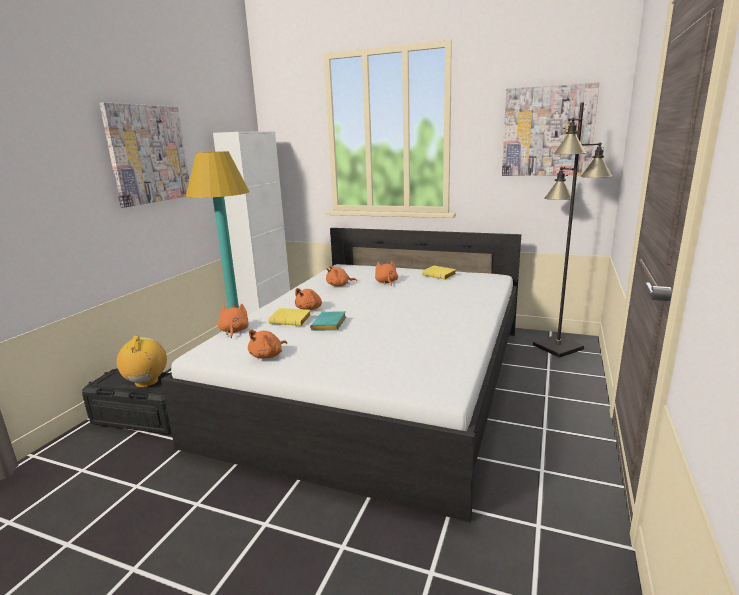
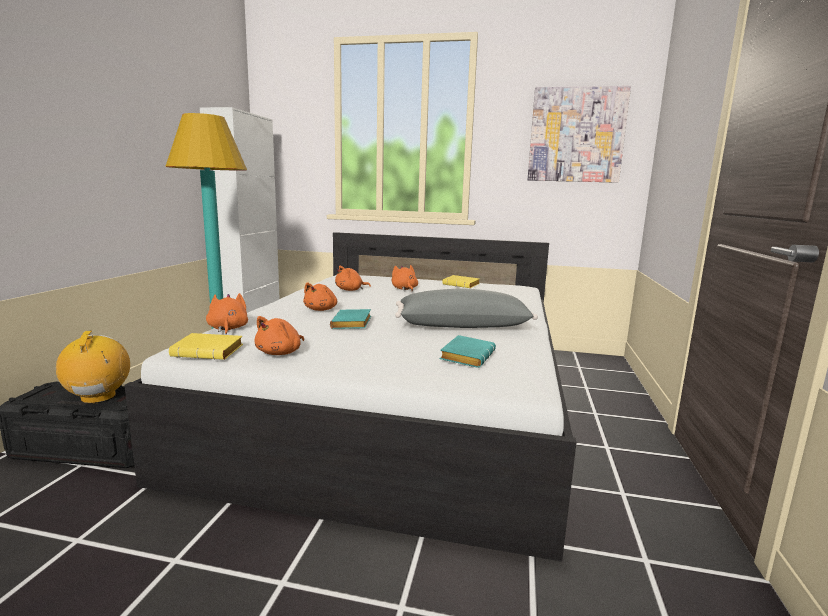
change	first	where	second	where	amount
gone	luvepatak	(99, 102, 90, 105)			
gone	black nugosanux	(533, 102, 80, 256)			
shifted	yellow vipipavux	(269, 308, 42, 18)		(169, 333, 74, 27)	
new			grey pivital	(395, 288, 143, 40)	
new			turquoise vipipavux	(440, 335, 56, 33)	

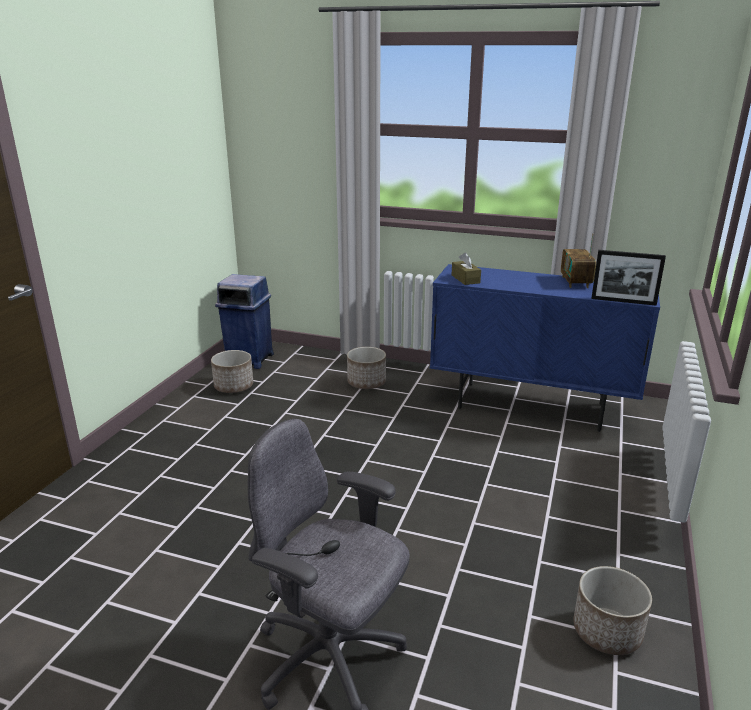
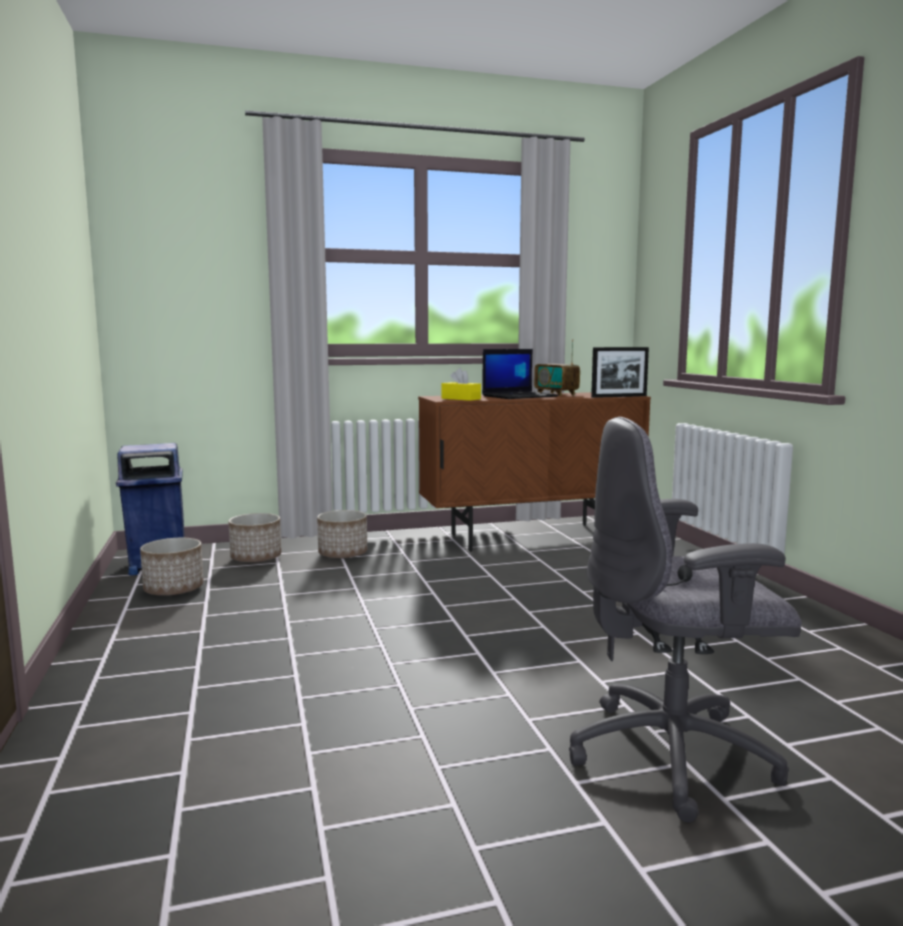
change	first	where	second	where	amount
repainted	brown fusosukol	(451, 252, 30, 33)	yellow fusosukol	(442, 368, 39, 33)	
repainted	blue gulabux	(430, 264, 230, 168)	brown gulabux	(418, 392, 233, 160)	
shifted	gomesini	(573, 566, 79, 89)		(228, 513, 54, 50)	
new			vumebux	(482, 349, 77, 50)	

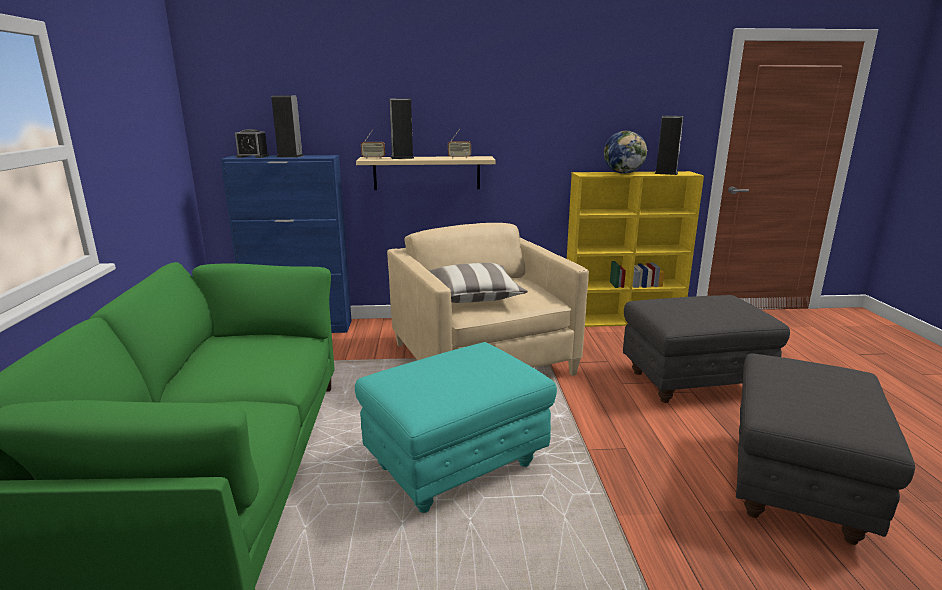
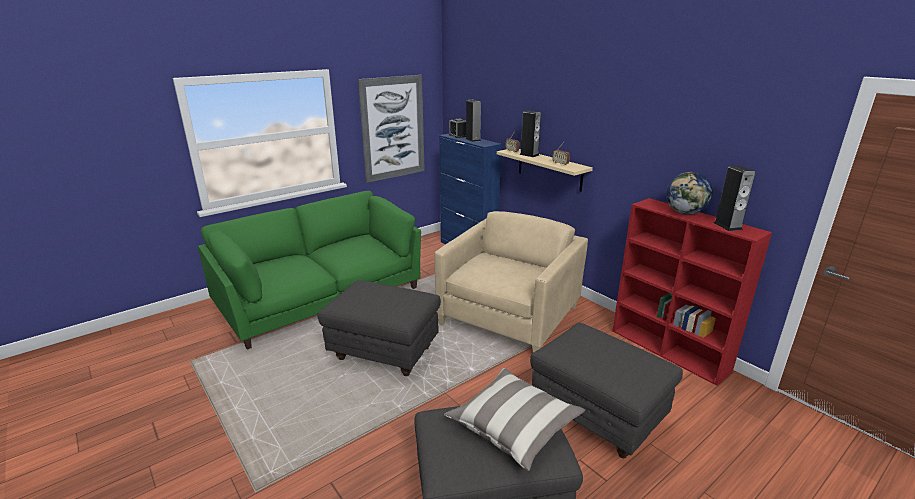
change	first	where	second	where	amount
repainted	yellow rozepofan	(567, 171, 137, 156)	red rozepofan	(612, 198, 160, 188)	
shifted	pivital	(429, 263, 99, 40)		(444, 368, 141, 103)	
repainted	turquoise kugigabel	(355, 342, 202, 171)	grey kugigabel	(318, 280, 123, 96)	
new			luvepatak	(358, 75, 67, 108)	

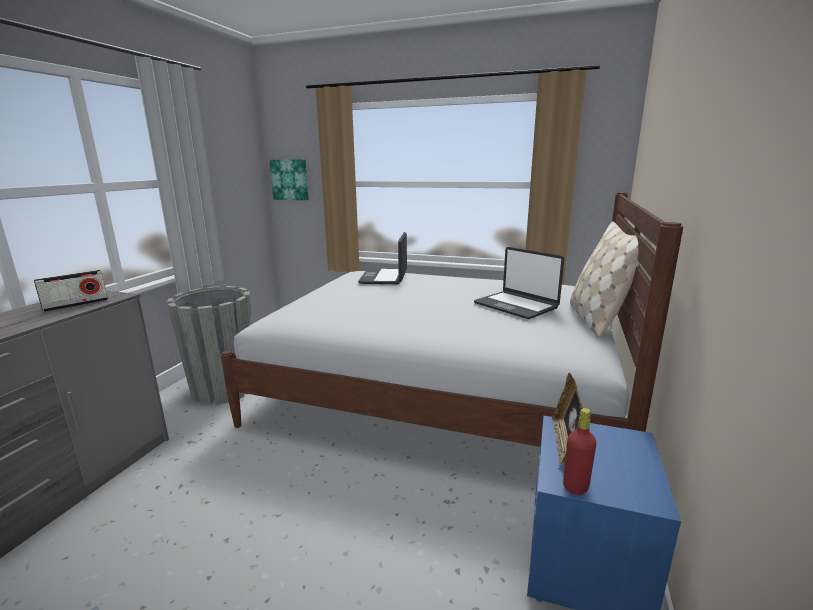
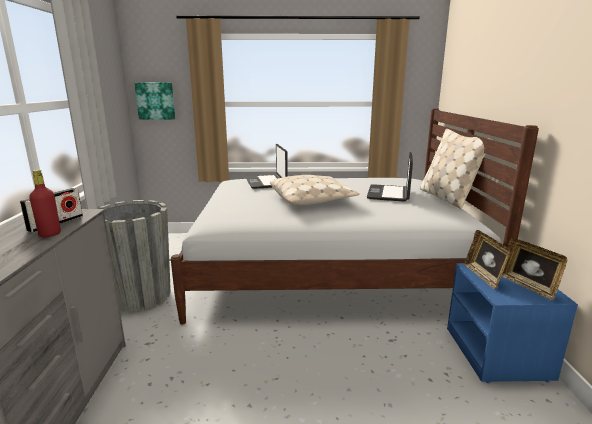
change	first	where	second	where	amount
rotated	vumebux	(474, 247, 90, 72)		(367, 152, 46, 50)	75 degrees clockwise
shifted	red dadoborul	(563, 408, 33, 87)		(29, 170, 32, 67)	
new			beige pivital	(270, 175, 89, 30)	
new			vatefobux	(502, 238, 65, 62)	

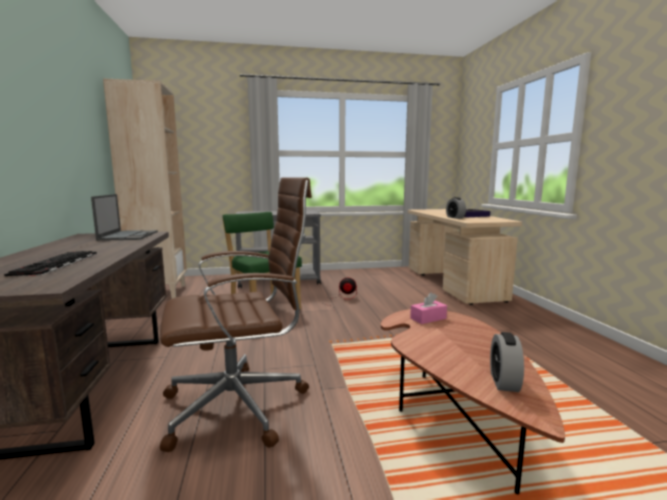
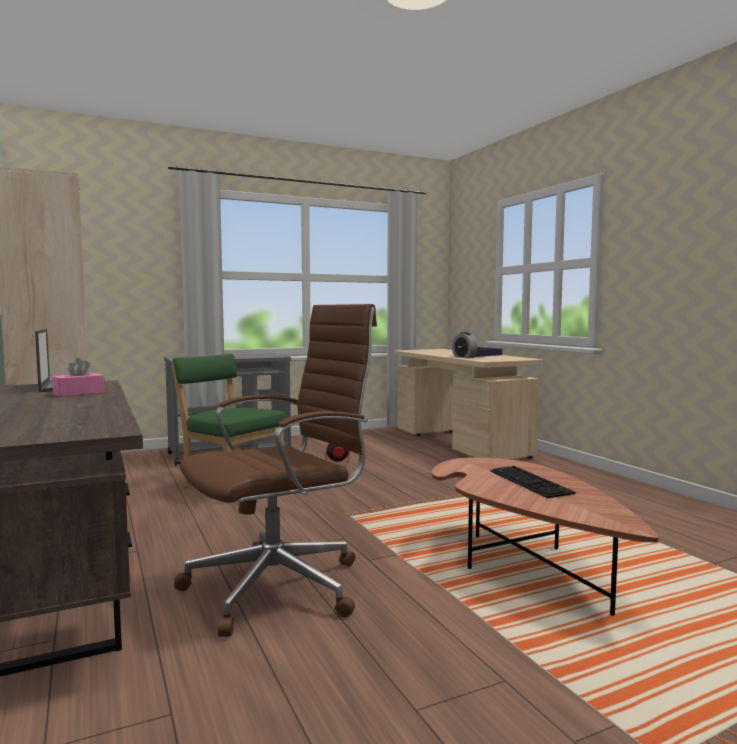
change	first	where	second	where	amount
shifted	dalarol	(4, 251, 93, 25)		(491, 466, 85, 32)	
shifted	pink fusosukol	(410, 292, 37, 32)		(52, 358, 52, 39)	
gone	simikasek	(490, 332, 34, 60)			

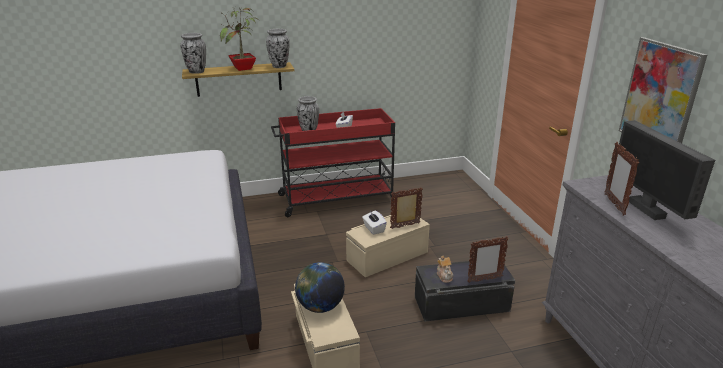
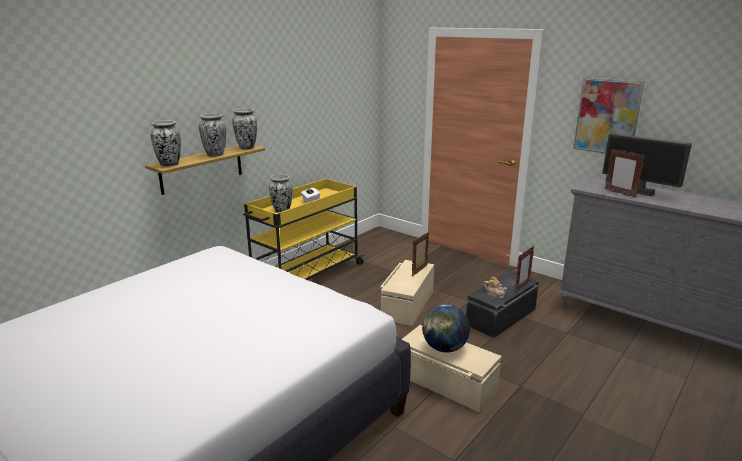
change	first	where	second	where	amount
swapped	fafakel	(220, 5, 39, 66)	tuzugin	(199, 113, 27, 44)	
repainted	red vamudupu	(271, 108, 127, 109)	yellow vamudupu	(243, 179, 122, 101)	
gone	white fusosukol	(362, 211, 25, 24)			

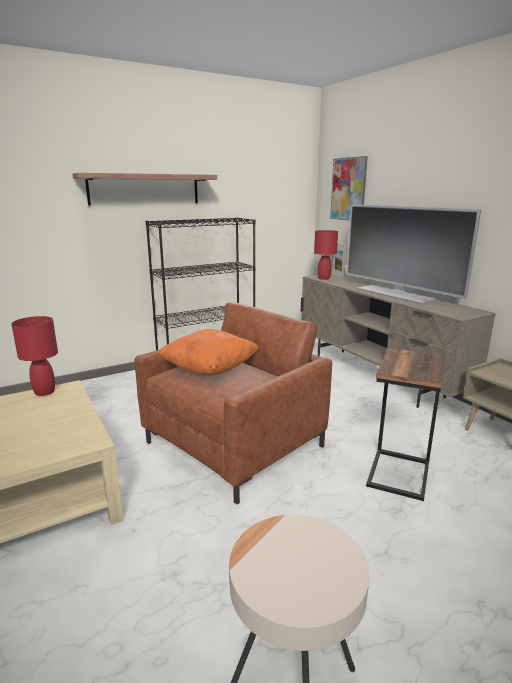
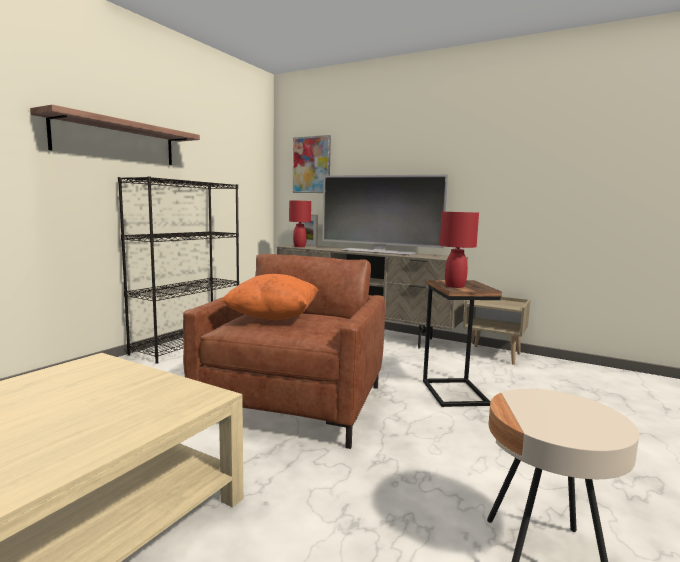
change	first	where	second	where	amount
shifted	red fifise	(11, 316, 47, 80)		(440, 212, 39, 76)	

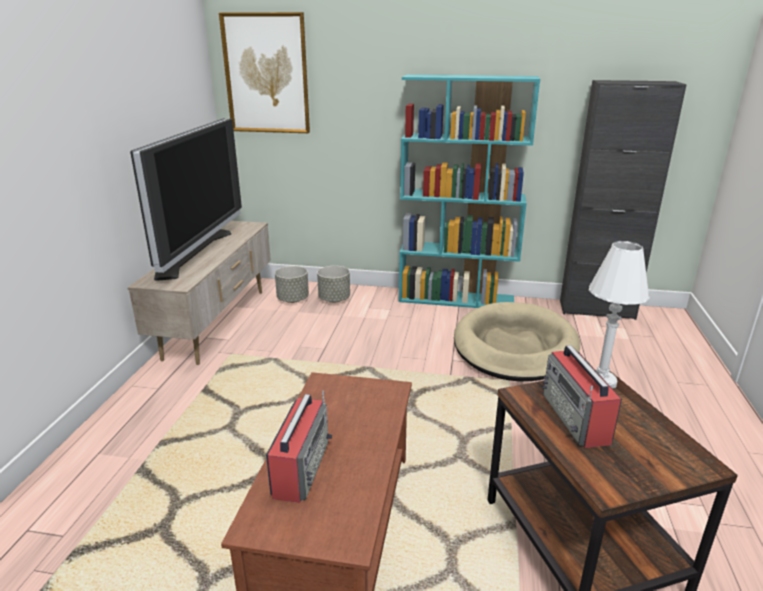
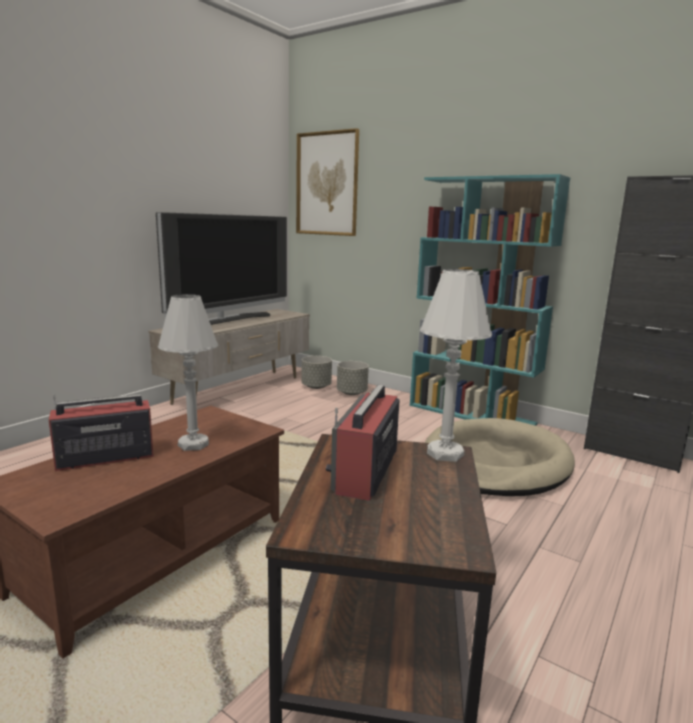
change	first	where	second	where	amount
rotated	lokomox	(266, 391, 66, 112)		(49, 394, 105, 77)	150 degrees counterclockwise
new			white fifise	(158, 294, 60, 157)	

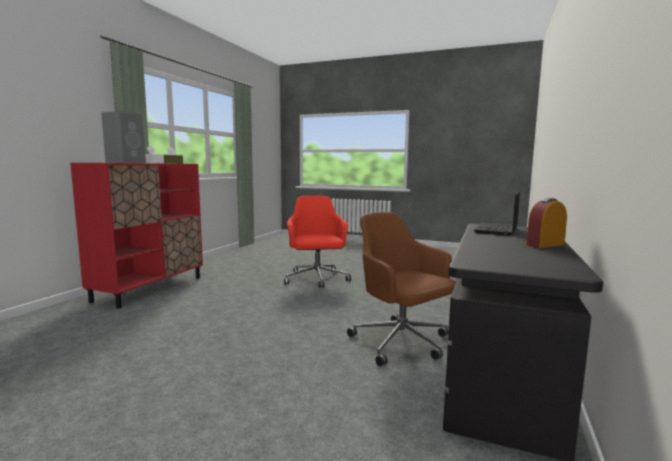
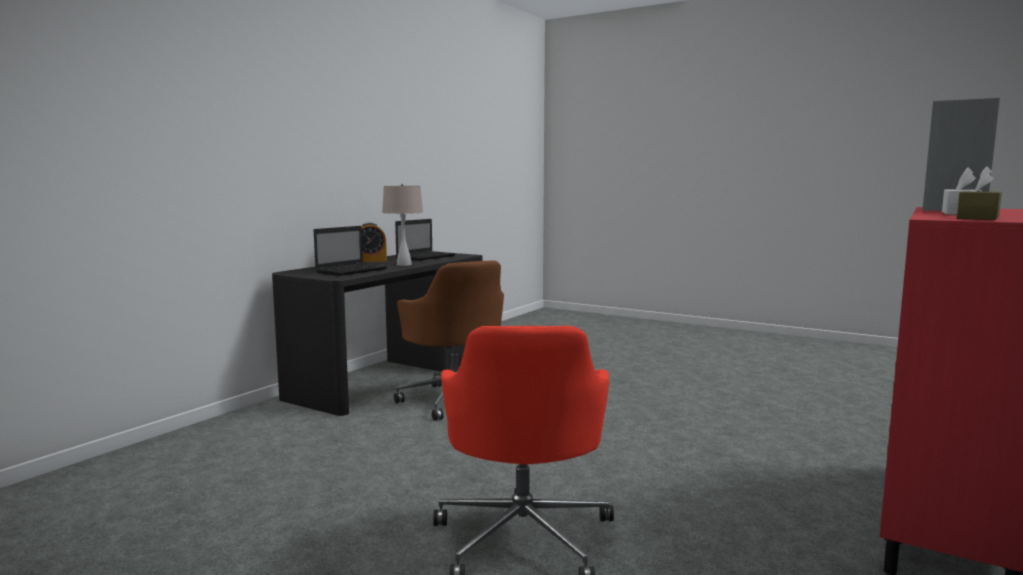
change	first	where	second	where	amount
new			beige fifise	(382, 184, 41, 82)	
new			vumebux	(395, 219, 61, 42)	

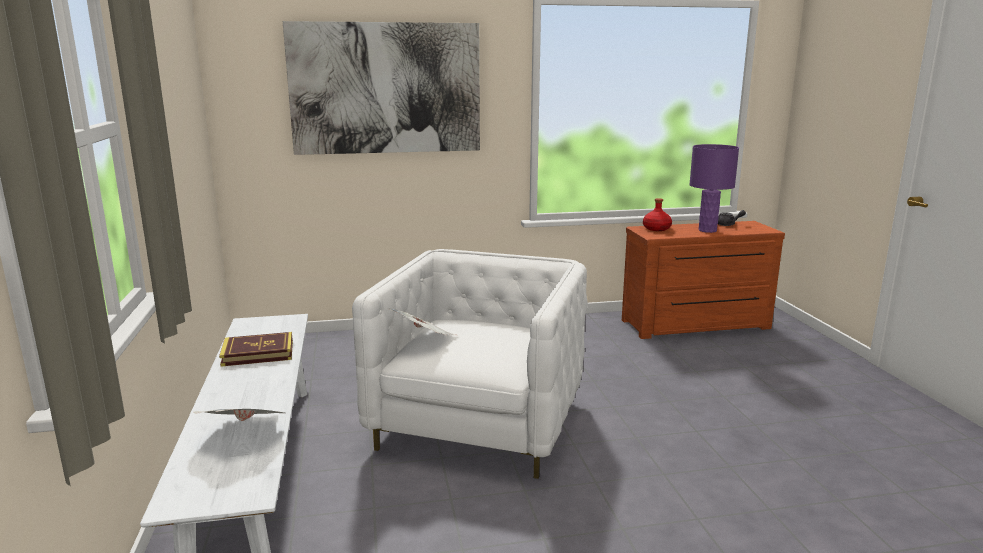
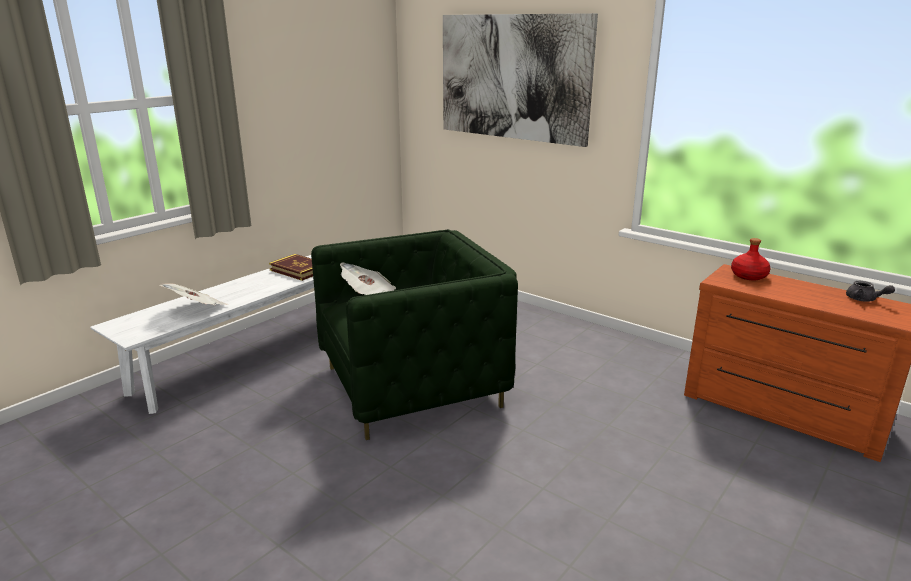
change	first	where	second	where	amount
gone	purple fifise	(689, 144, 50, 89)			
repainted	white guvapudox	(352, 249, 236, 230)	green guvapudox	(311, 230, 207, 210)	

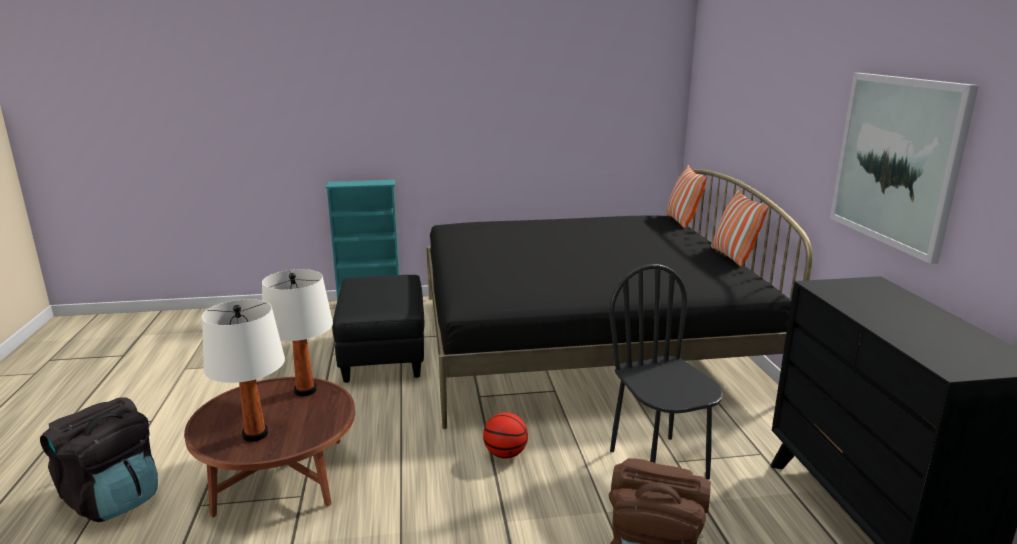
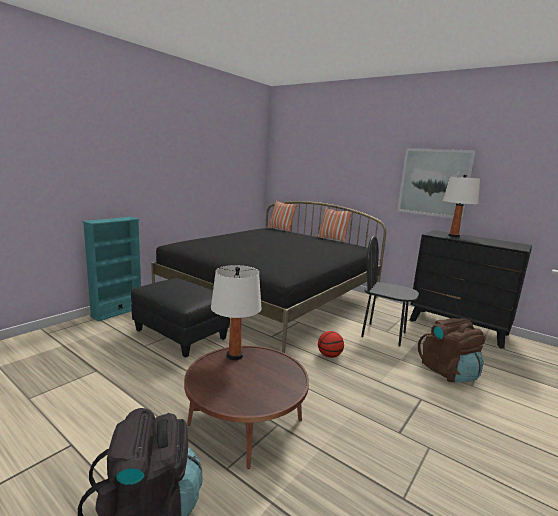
change	first	where	second	where	amount
shifted	white fifise	(202, 299, 83, 143)		(443, 174, 37, 63)	

